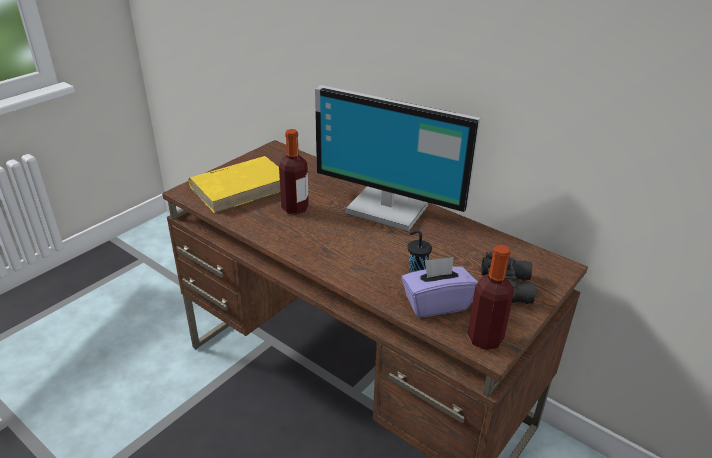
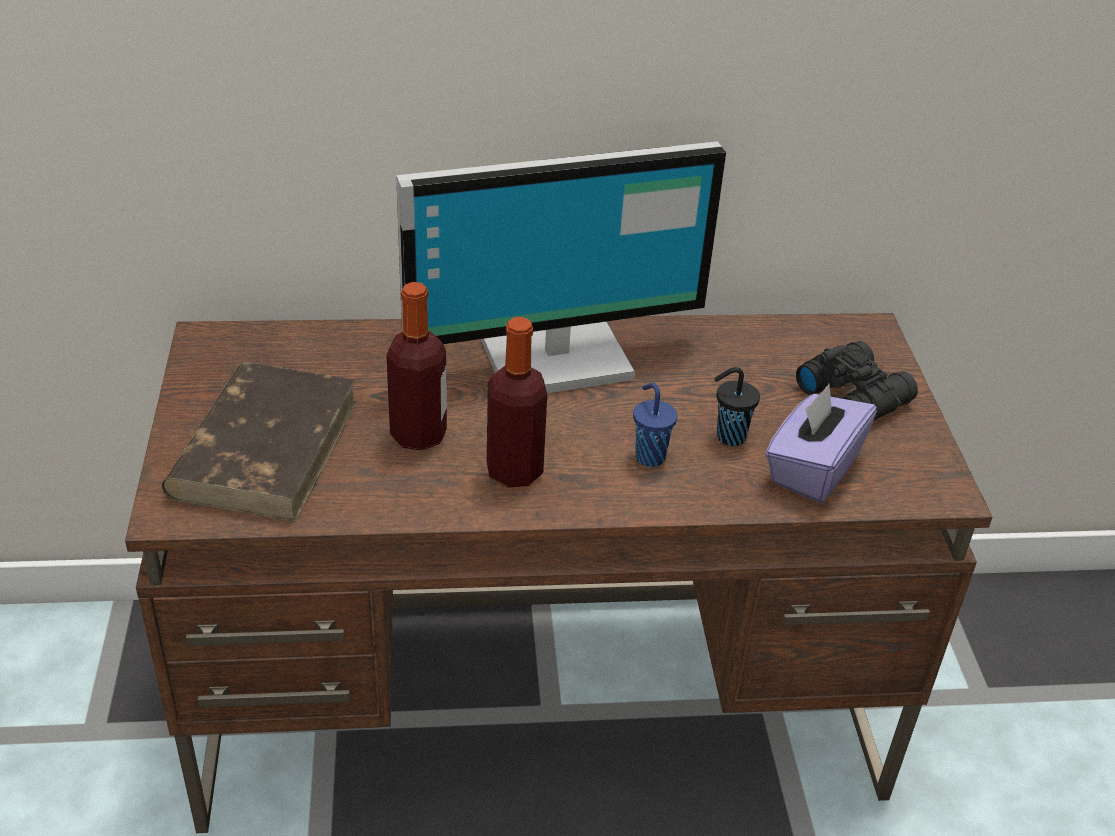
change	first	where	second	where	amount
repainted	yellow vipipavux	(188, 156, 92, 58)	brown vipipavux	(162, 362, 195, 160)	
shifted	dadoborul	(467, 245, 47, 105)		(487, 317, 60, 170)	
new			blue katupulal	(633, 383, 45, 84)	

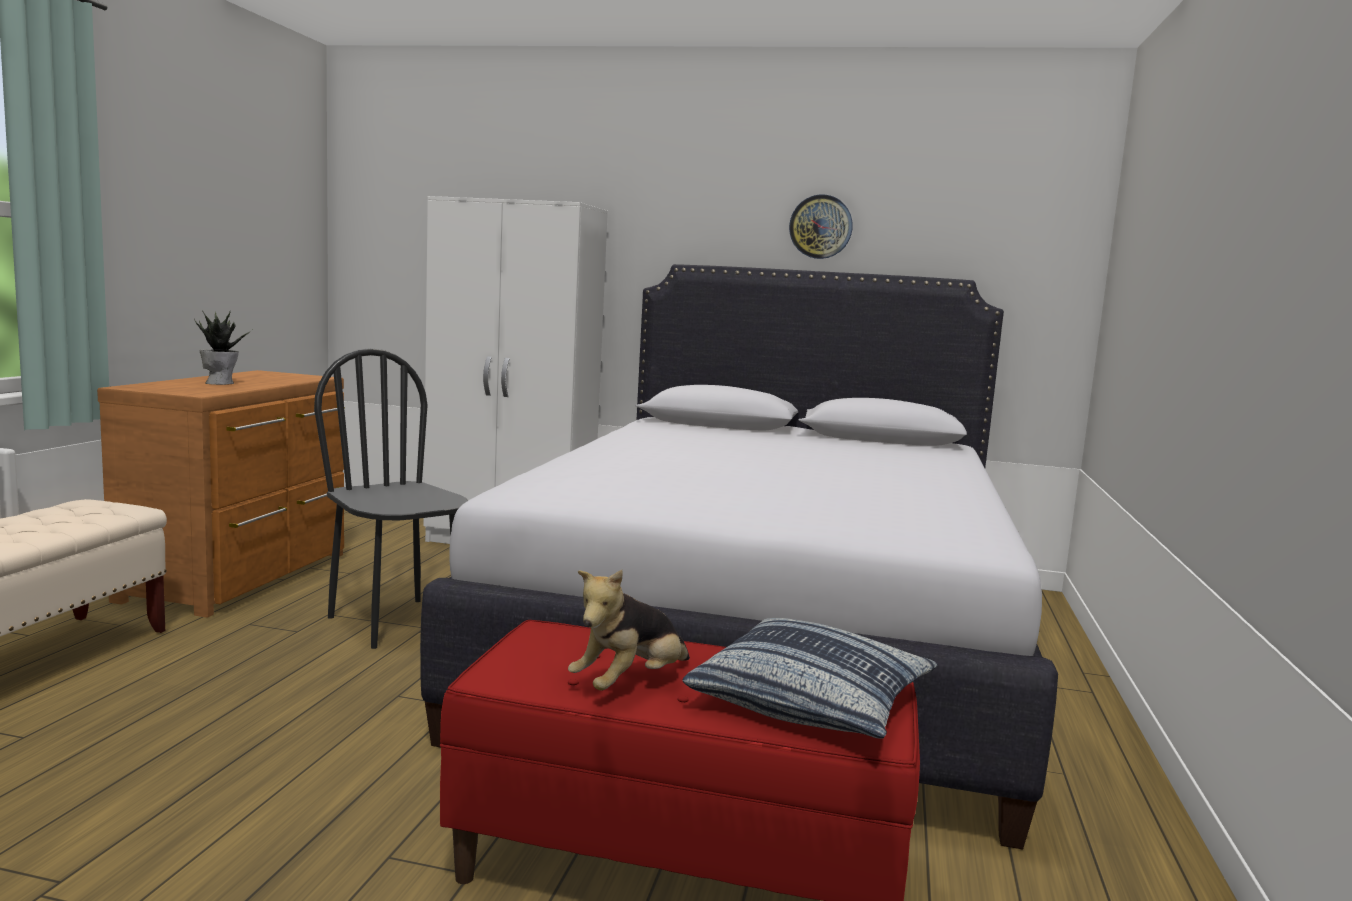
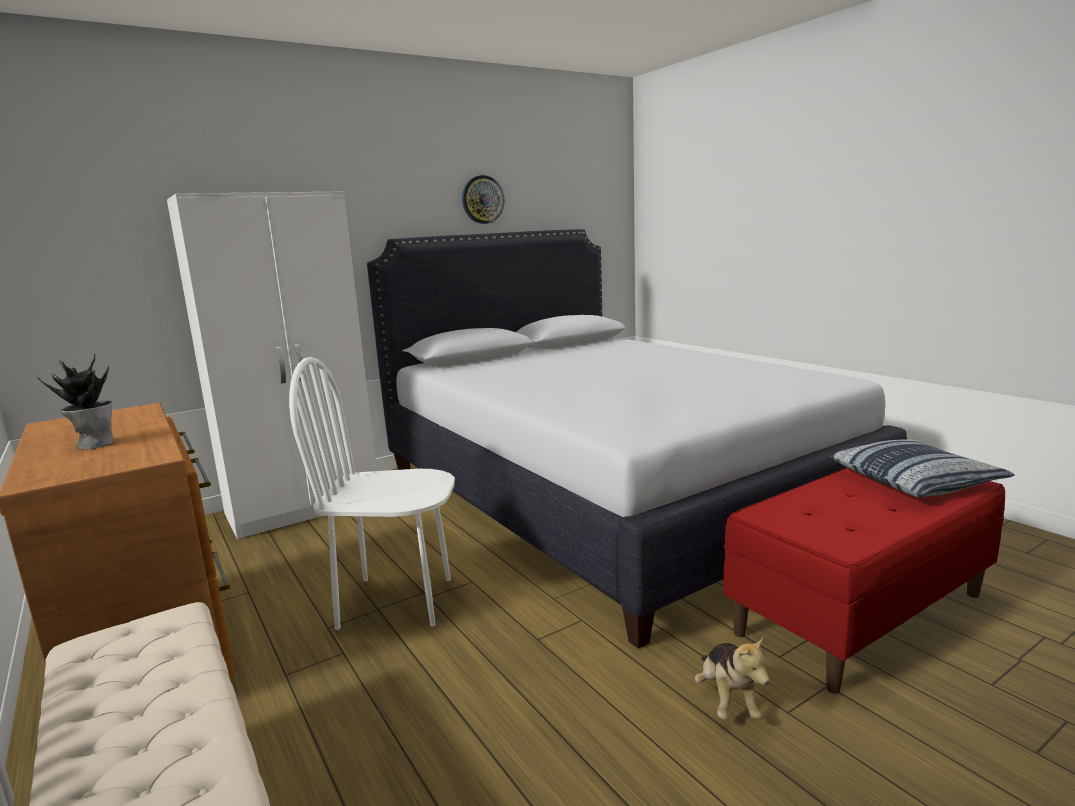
change	first	where	second	where	amount
repainted	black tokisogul	(314, 348, 154, 301)	white tokisogul	(289, 357, 166, 273)	
shifted	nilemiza	(568, 570, 122, 121)		(695, 636, 74, 84)	

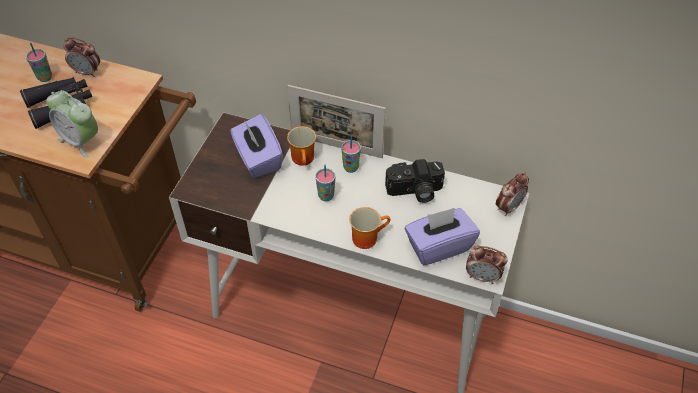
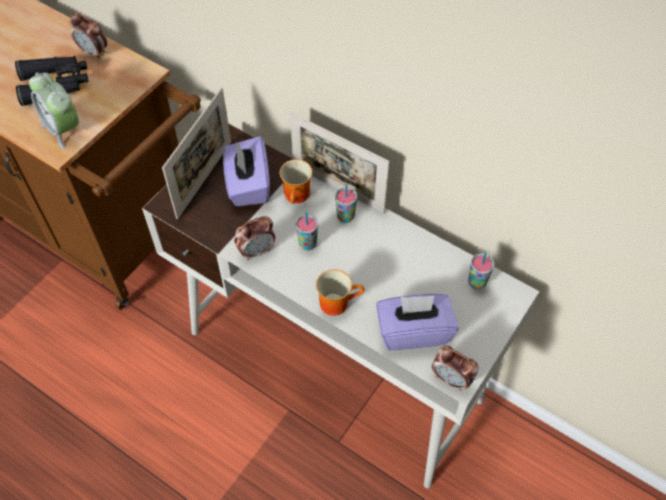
change	first	where	second	where	amount
shifted	katupulal	(26, 43, 26, 39)		(468, 252, 27, 38)	
gone	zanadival	(385, 159, 60, 44)			
shifted	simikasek	(496, 172, 33, 44)		(234, 216, 41, 44)	
new			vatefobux	(162, 88, 69, 131)	

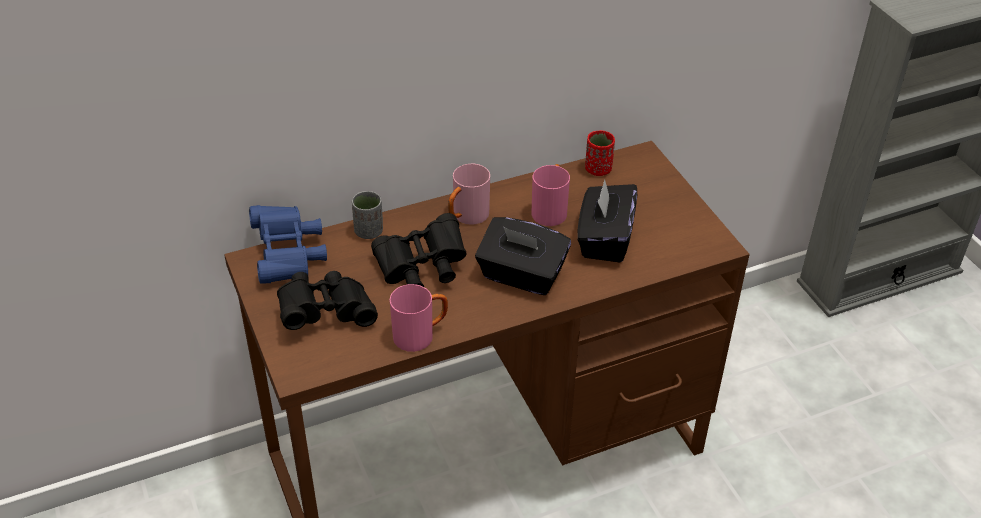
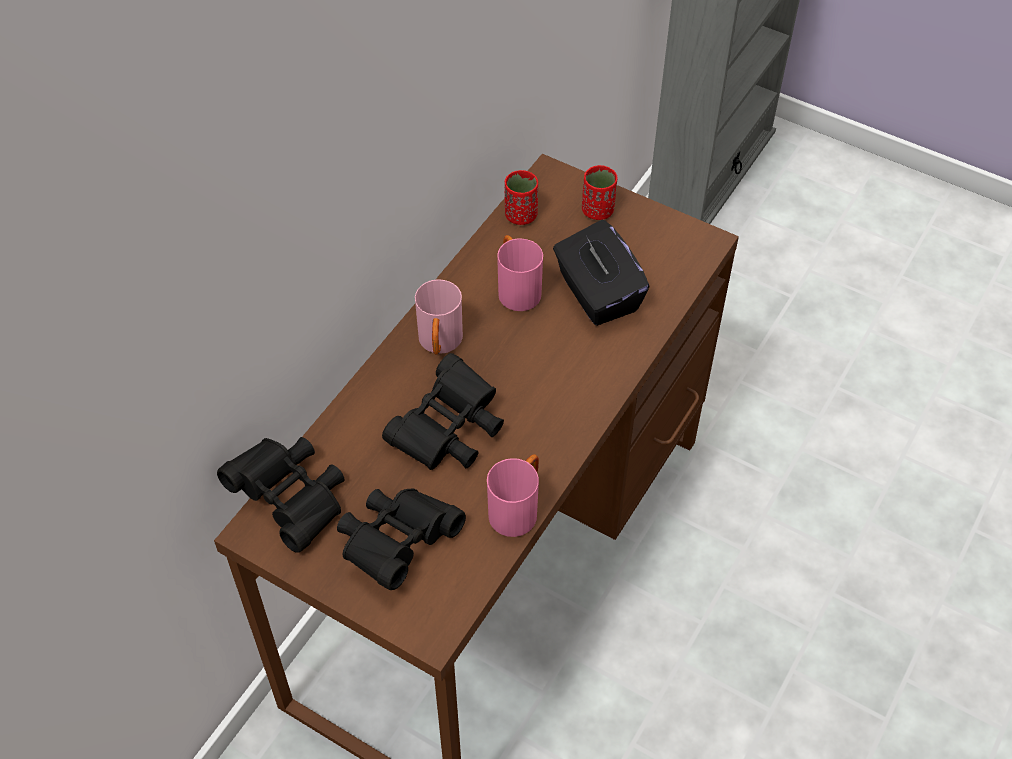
change	first	where	second	where	amount
gone	grey katupulal	(352, 191, 31, 48)			
repainted	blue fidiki	(249, 205, 78, 79)	black fidiki	(217, 437, 127, 116)	
gone	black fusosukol	(475, 217, 96, 78)			
new			red katupulal	(582, 165, 35, 55)	

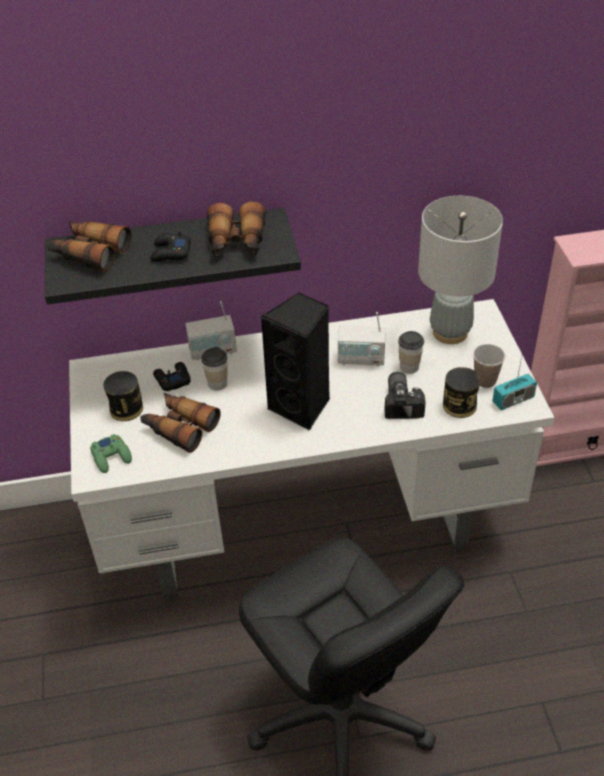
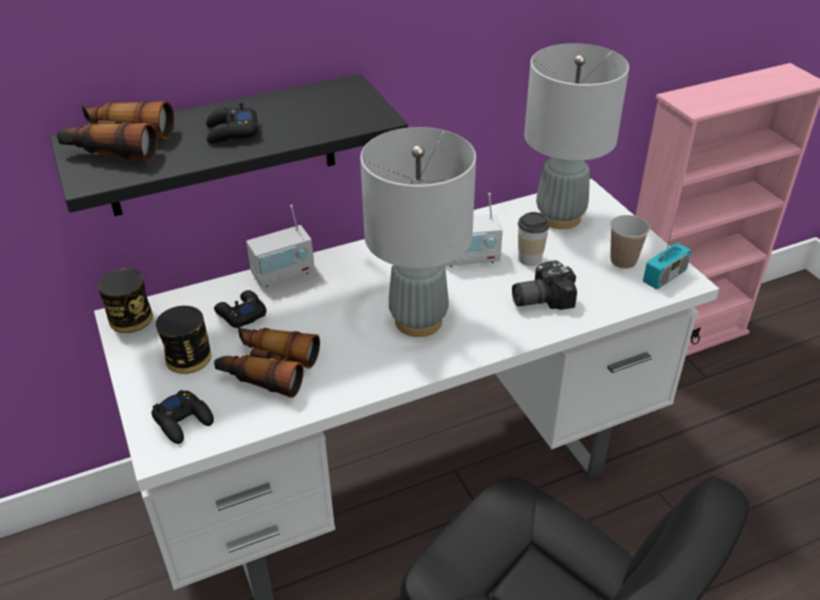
change	first	where	second	where	amount
gone	fidiki	(207, 202, 59, 55)			
swapped	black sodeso	(261, 292, 69, 138)	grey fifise	(360, 127, 116, 210)	
gone	katupulal	(201, 347, 27, 43)			
shifted	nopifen	(443, 367, 38, 51)		(98, 268, 55, 65)	
rotated	zanadival	(384, 372, 42, 47)		(512, 260, 65, 50)	90 degrees counterclockwise
repainted	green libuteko	(90, 434, 42, 39)	black libuteko	(151, 390, 63, 54)	

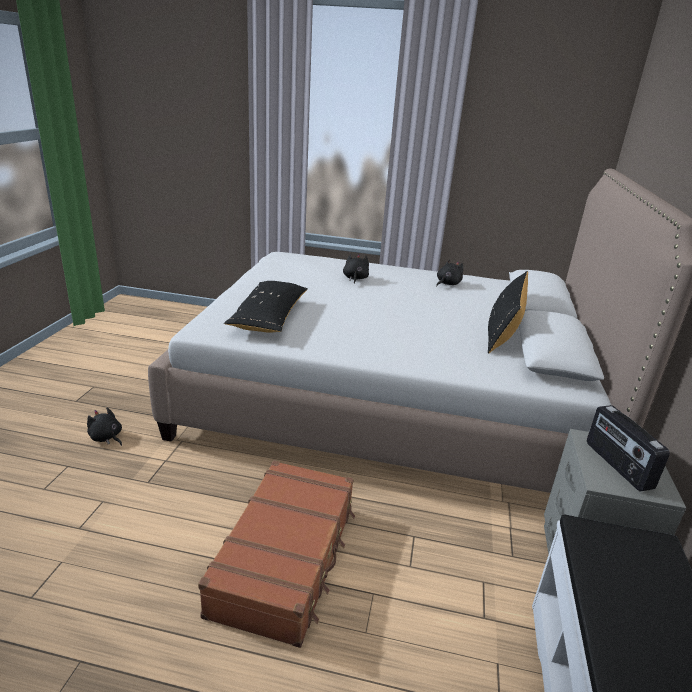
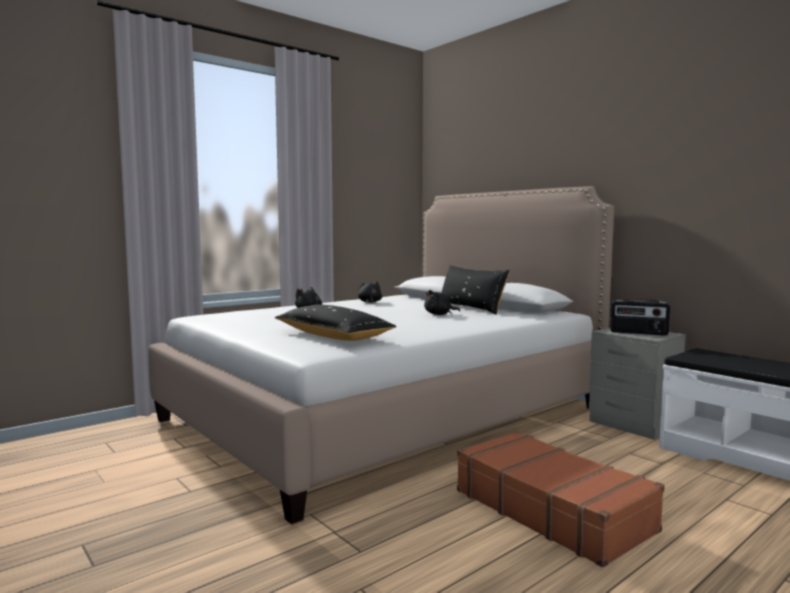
change	first	where	second	where	amount
shifted	black nilemiza	(87, 408, 35, 38)		(424, 290, 36, 25)	

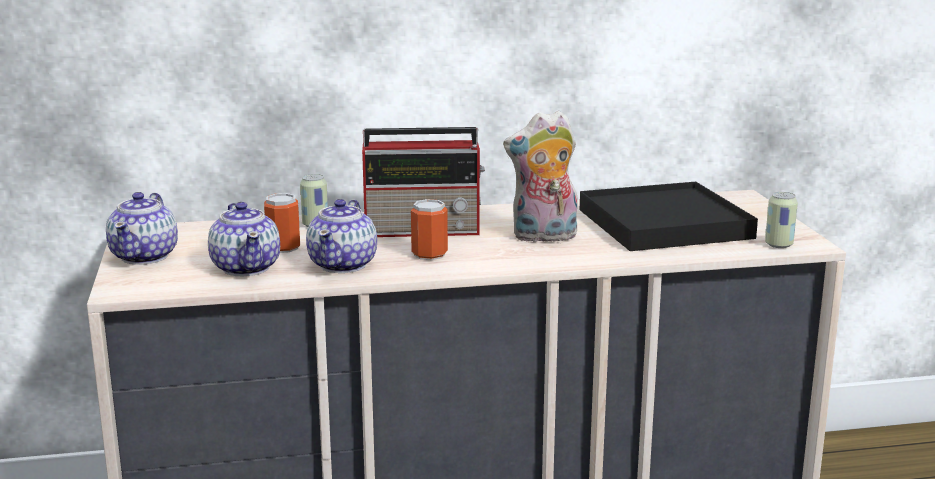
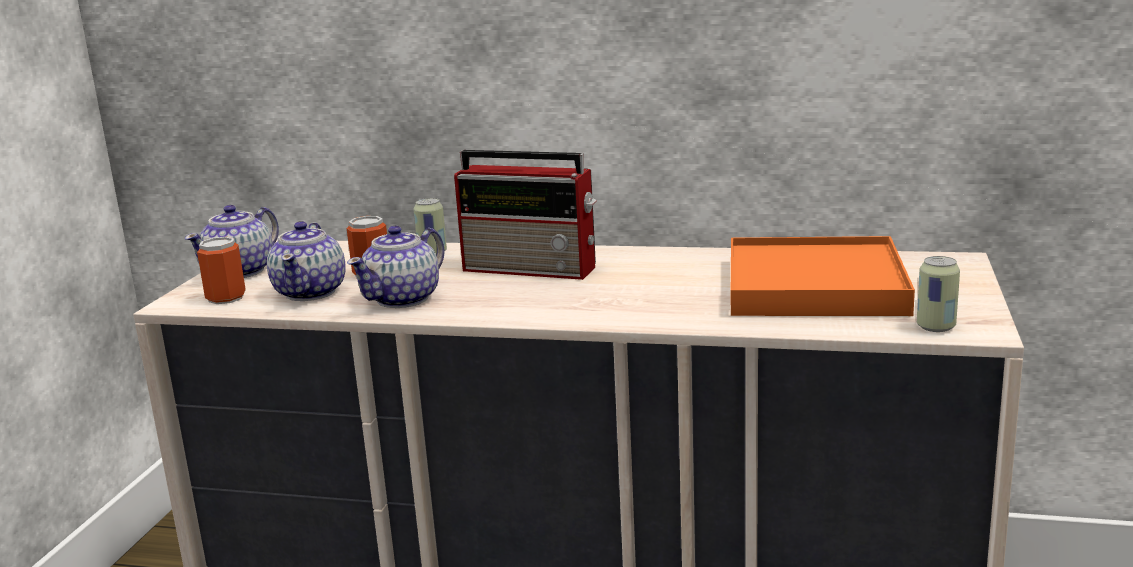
change	first	where	second	where	amount
gone	nilemiza	(503, 110, 75, 132)			
repainted	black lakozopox	(580, 182, 178, 69)	orange lakozopox	(731, 236, 184, 80)	
shifted	nopifen	(411, 199, 37, 61)		(197, 237, 49, 67)	

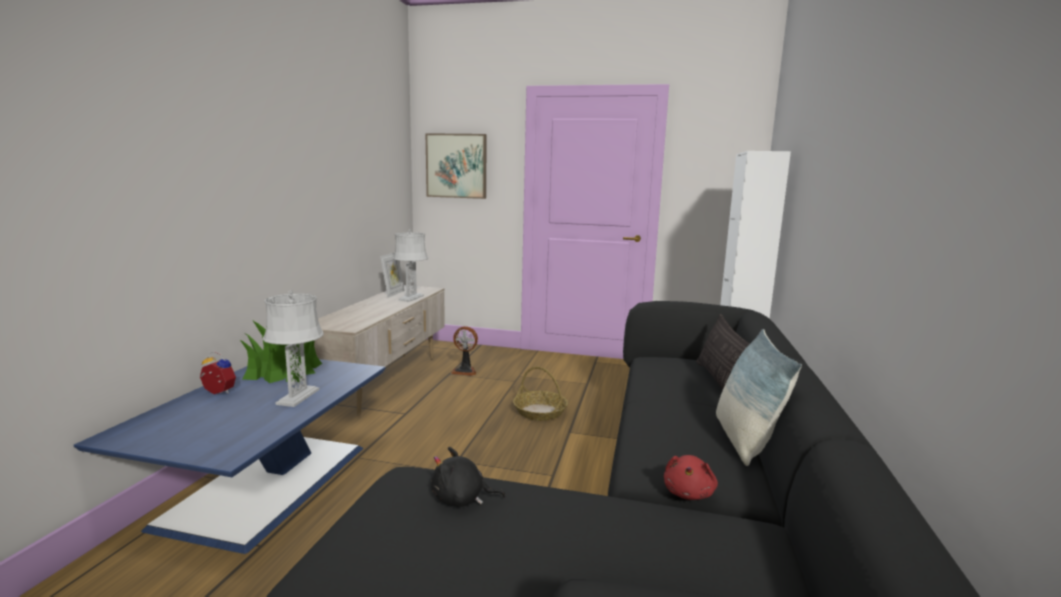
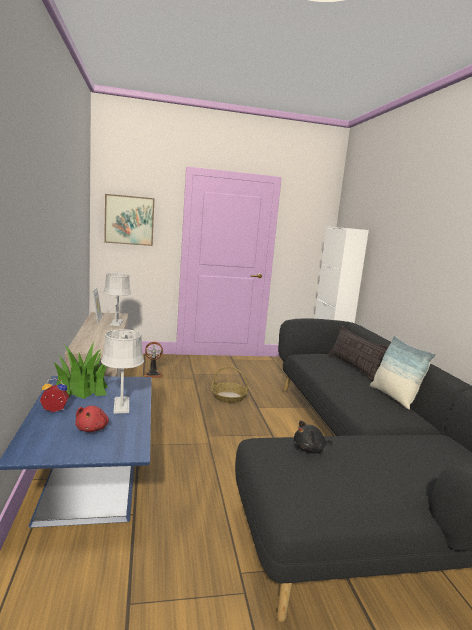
change	first	where	second	where	amount
shifted	red nilemiza	(664, 455, 54, 45)		(75, 406, 34, 26)	

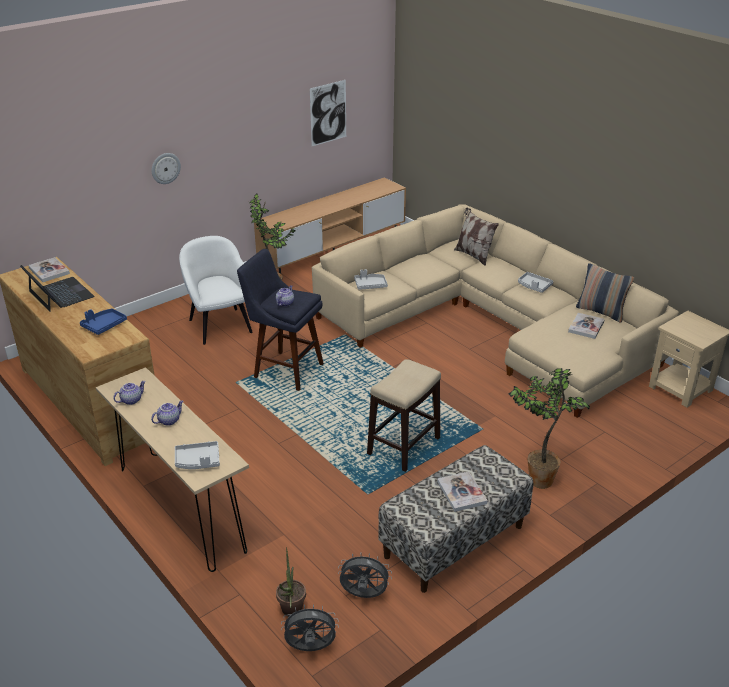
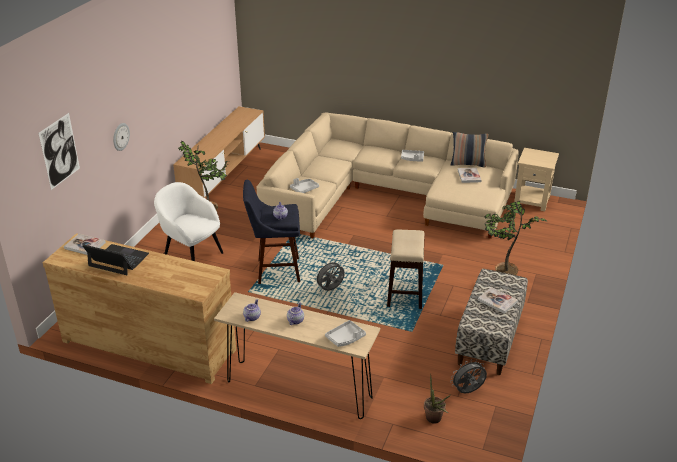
change	first	where	second	where	amount
shifted	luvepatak	(310, 80, 36, 66)		(38, 113, 42, 77)	
gone	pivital	(454, 207, 45, 59)			
gone	blue lakozopox	(80, 309, 47, 26)			
shifted	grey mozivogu	(281, 604, 58, 47)		(314, 260, 31, 31)	

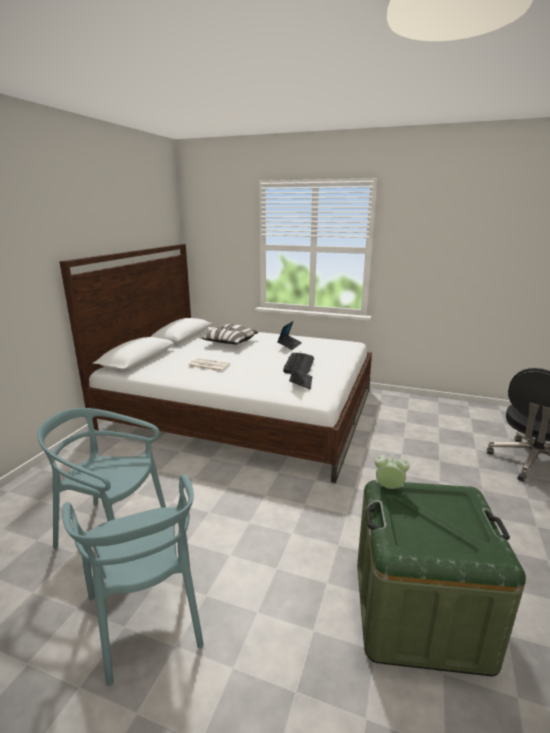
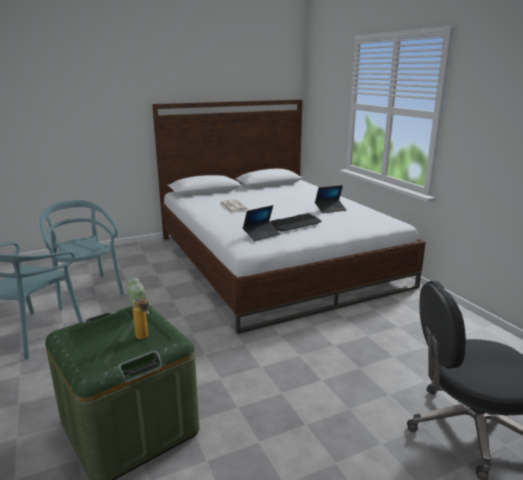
change	first	where	second	where	amount
gone	pivital	(201, 324, 58, 20)			
new			dadoborul	(133, 296, 15, 43)	

